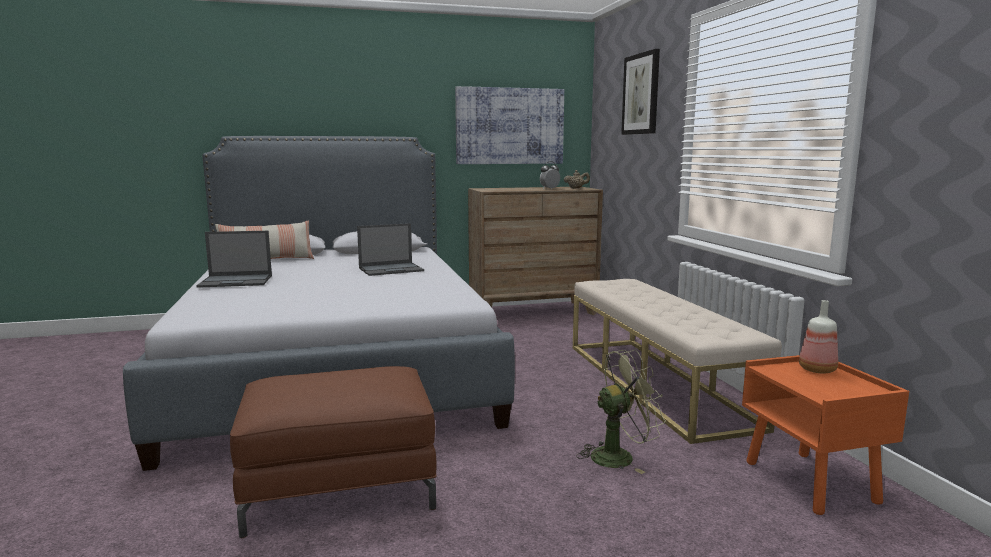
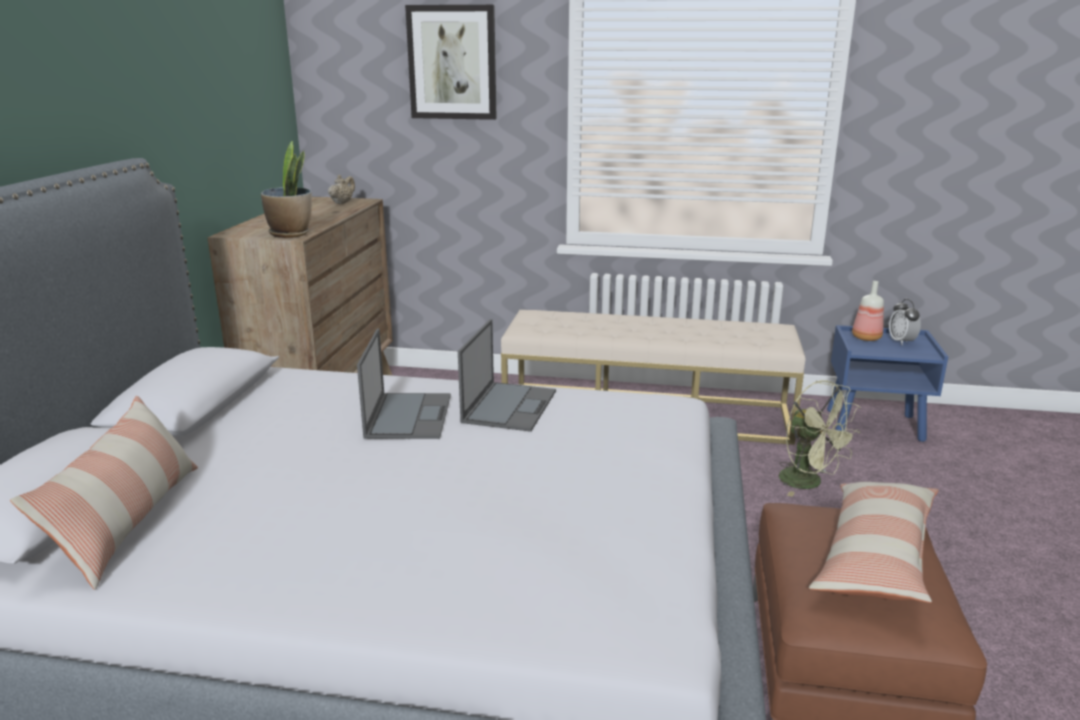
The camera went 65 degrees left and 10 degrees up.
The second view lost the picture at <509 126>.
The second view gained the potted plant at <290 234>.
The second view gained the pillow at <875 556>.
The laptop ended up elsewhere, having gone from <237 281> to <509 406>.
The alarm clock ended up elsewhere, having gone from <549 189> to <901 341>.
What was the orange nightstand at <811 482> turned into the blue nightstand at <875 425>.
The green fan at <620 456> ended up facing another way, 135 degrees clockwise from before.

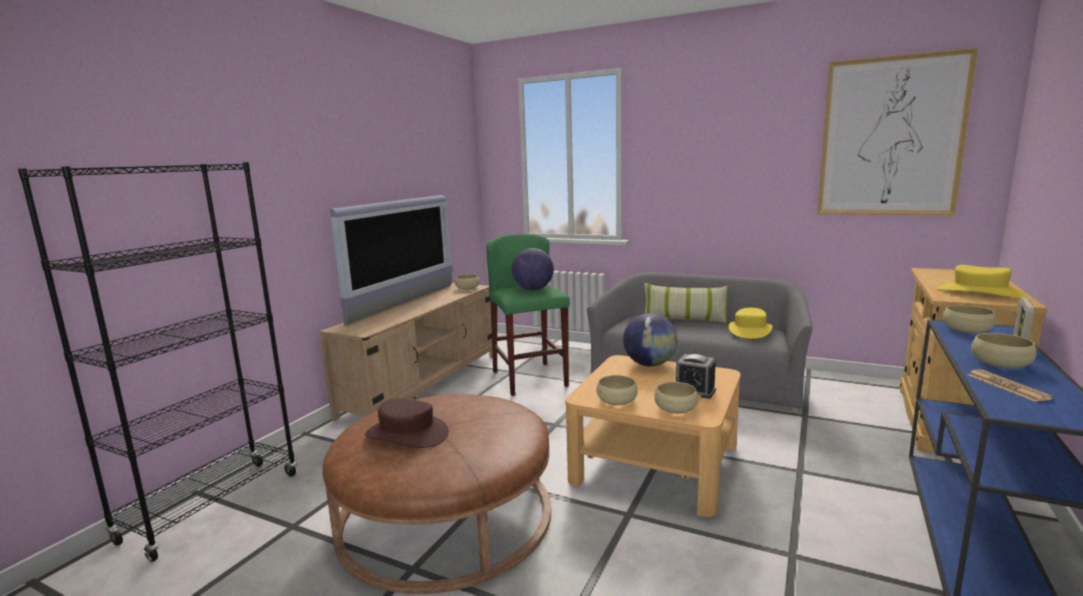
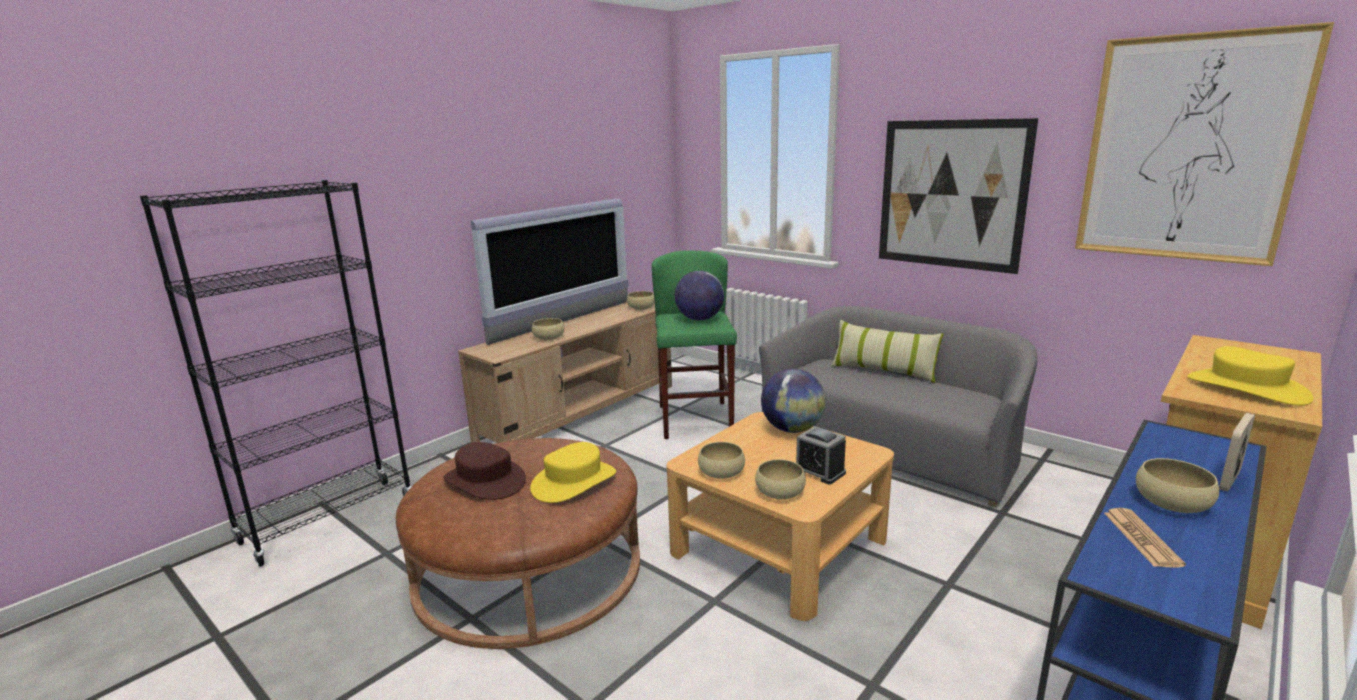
The camera went 15 degrees right and 5 degrees up.
The second view gained the picture at <951 195>.
The yellow hat ended up elsewhere, having gone from <750 330> to <574 481>.
The beige bowl ended up elsewhere, having gone from <967 330> to <548 337>.

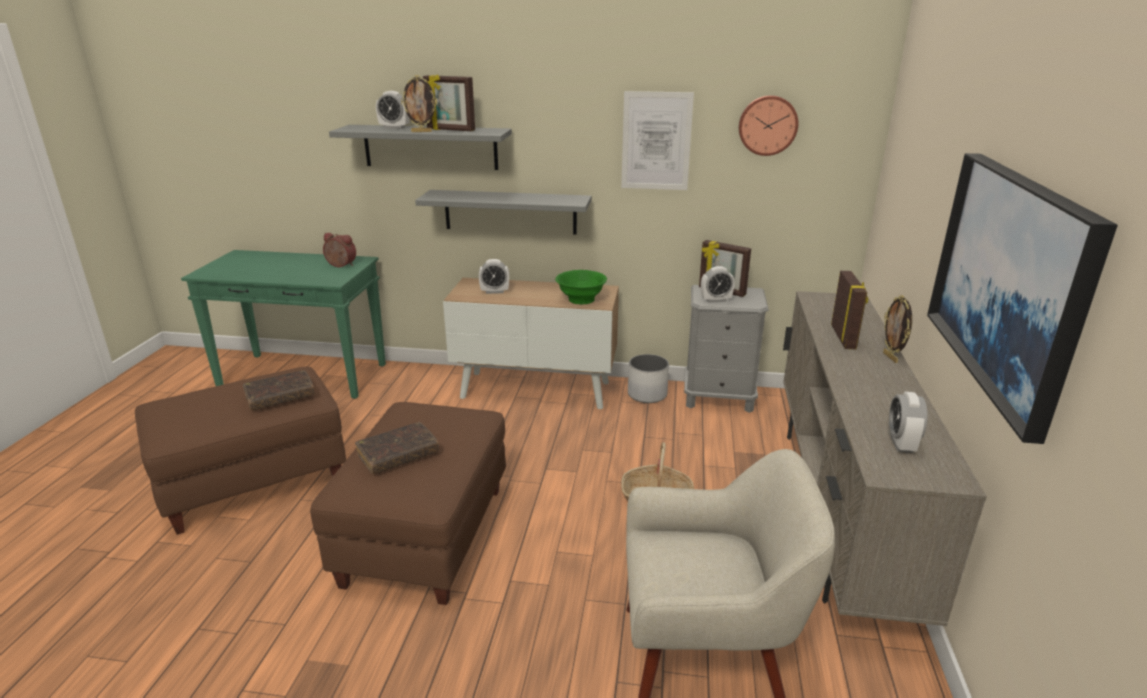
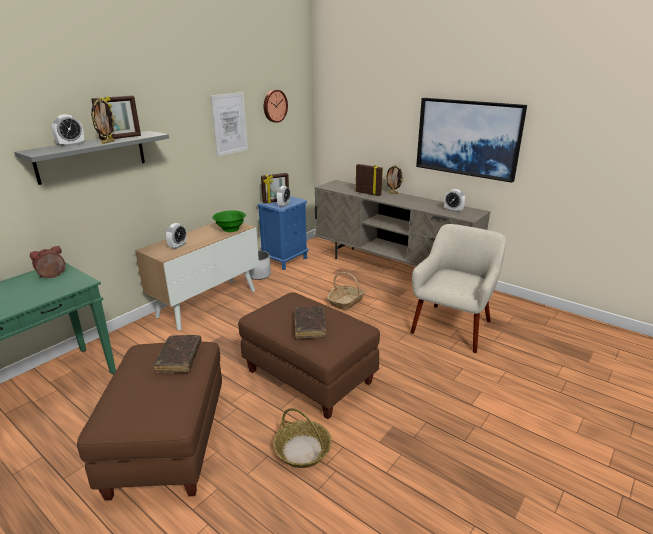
The camera went 60 degrees left and 0 degrees up.
The second view lost the grey shelf at <510 212>.
The second view gained the basket at <302 450>.
What was the grey nightstand at <718 397> turned into the blue nightstand at <286 260>.

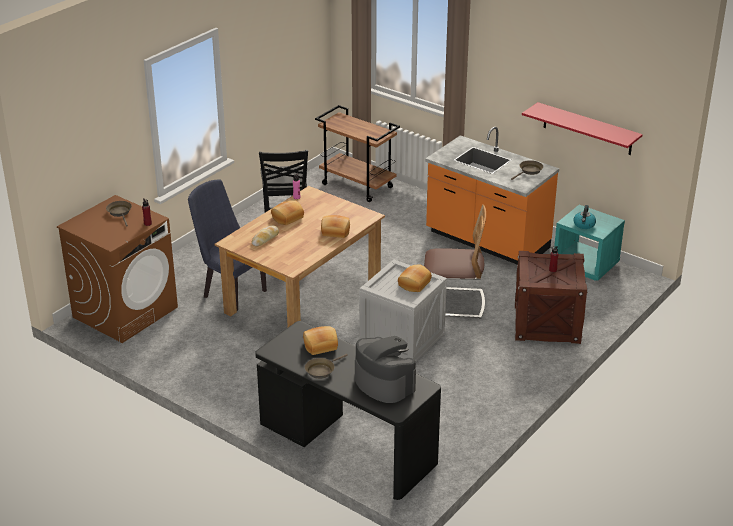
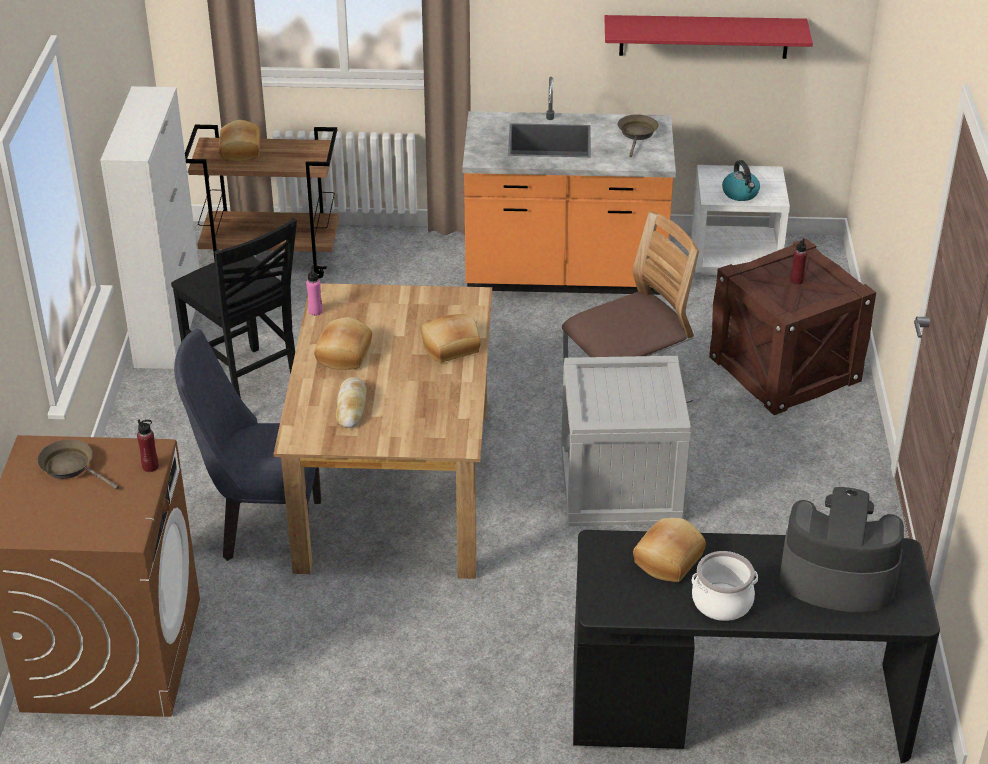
The camera went 35 degrees left and 5 degrees up.
The second view gained the white cabinet at <169 326>.
The bread ended up elsewhere, having gone from <413 283> to <239 150>.
Where the brown frying pan stood at <321 370>, the cooking pot came to stand at <722 602>.
What was the turquoise nightstand at <586 265> turned into the white nightstand at <735 257>.

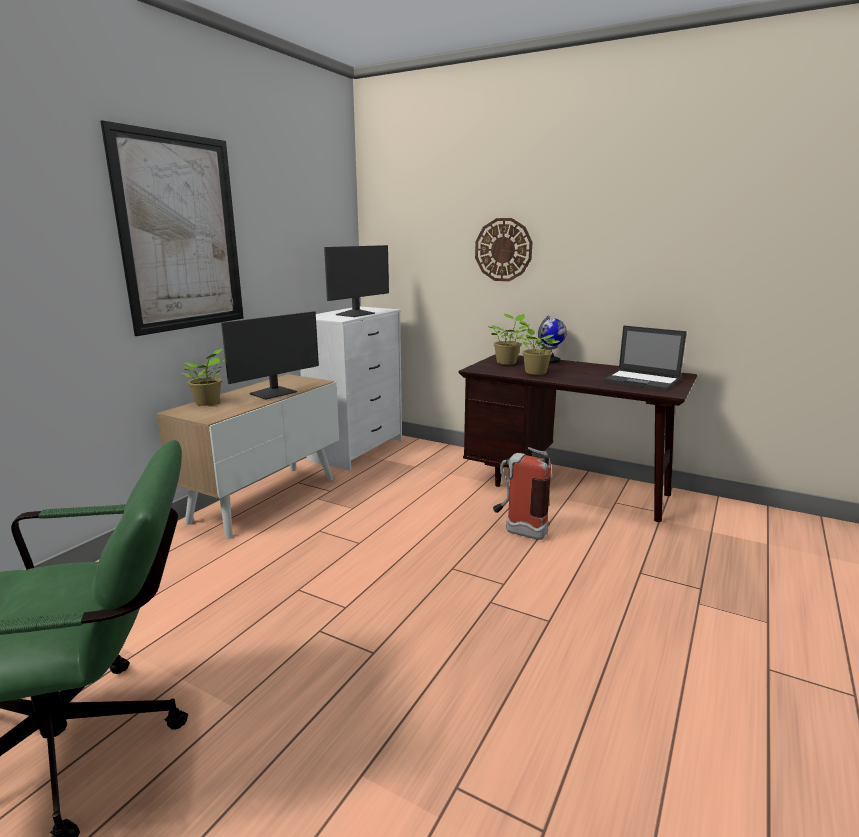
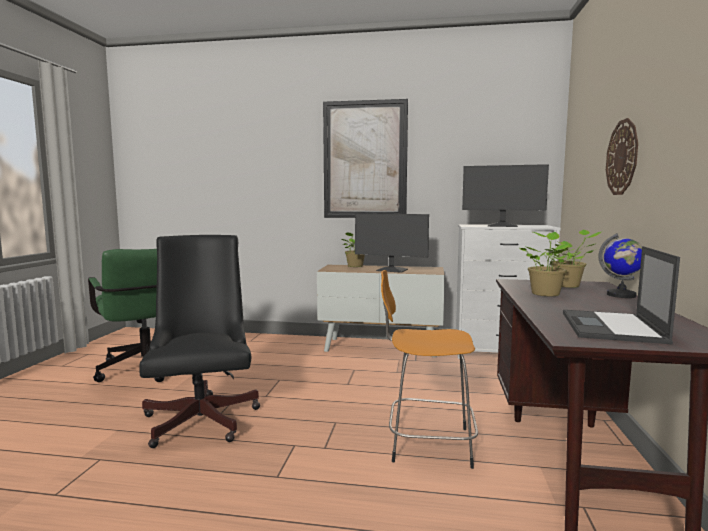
The camera went 70 degrees right and 10 degrees down.
The second view gained the black office chair at <203 416>.
Where the fire extinguisher stood at <518 531>, the orange stool came to stand at <427 444>.

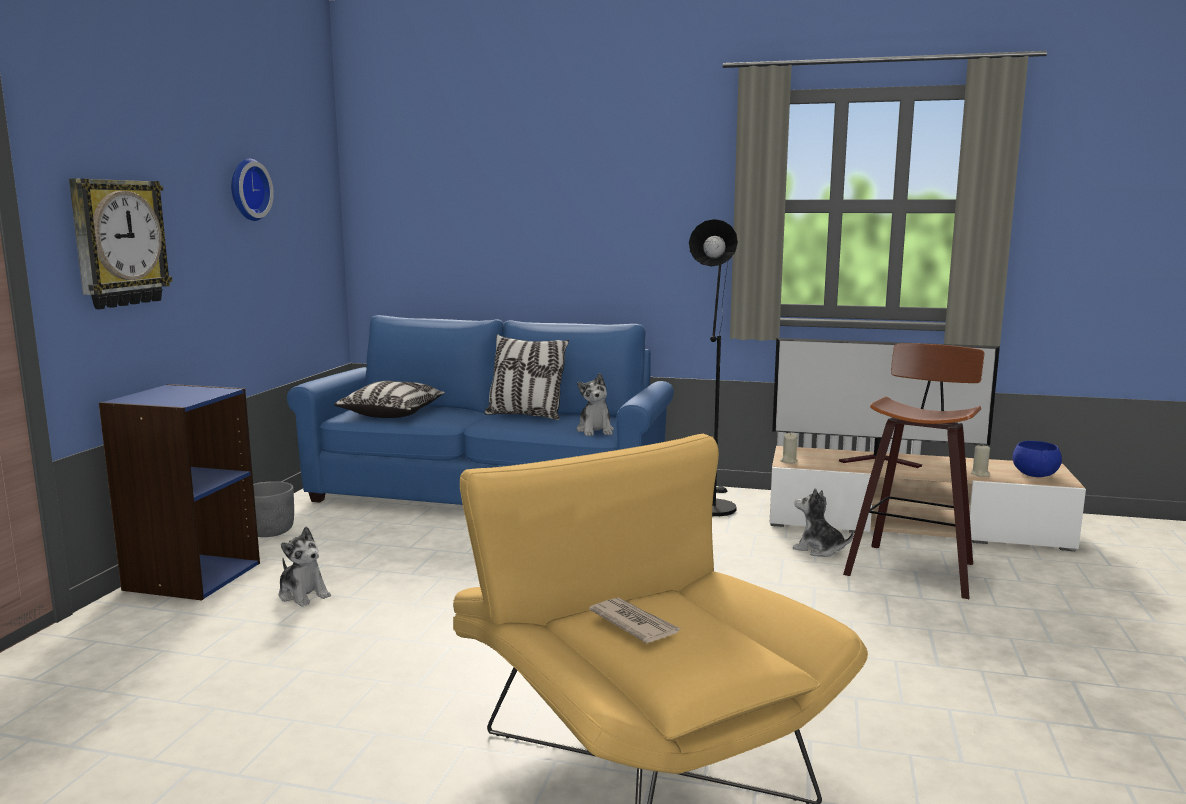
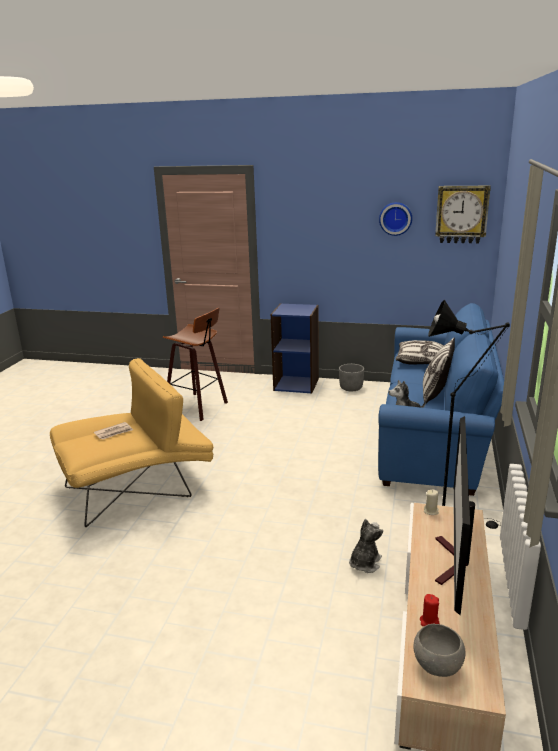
The camera went 90 degrees right and 10 degrees up.
The second view lost the plush toy at <303 594>.
The wall clock ended up elsewhere, having gone from <118 243> to <461 214>.
The stool ended up elsewhere, having gone from <913 568> to <198 407>.
What was the beige candle at <980 474> turned into the red candle at <429 622>.
What was the blue bowl at <1035 475> turned into the grey bowl at <437 666>.

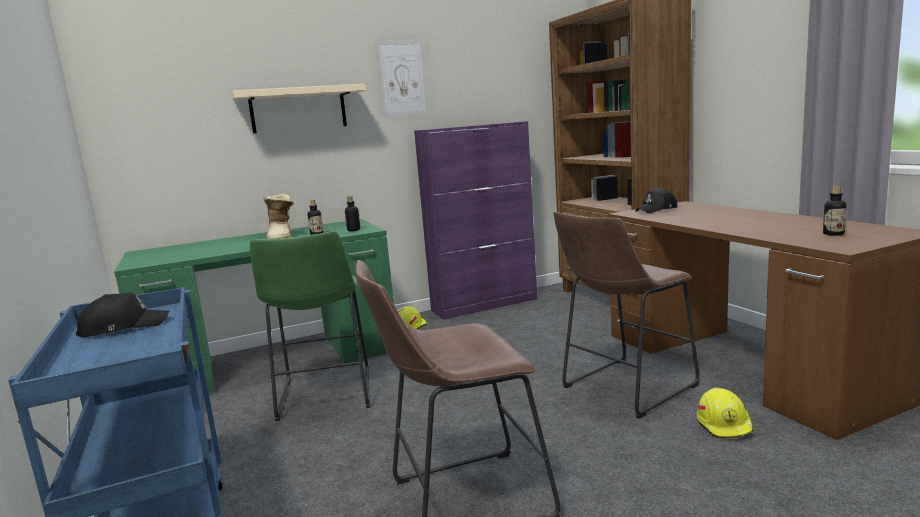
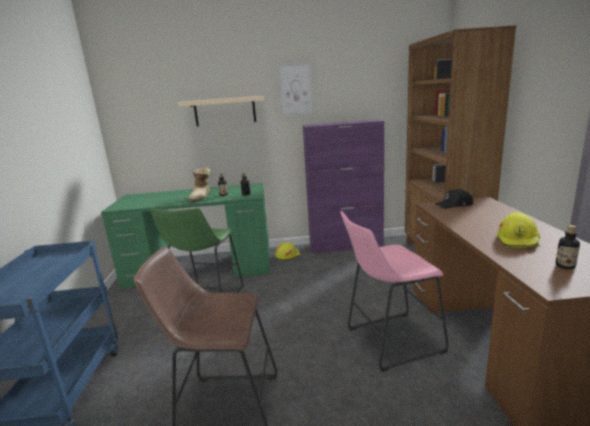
The camera went 20 degrees right and 5 degrees up.
The second view lost the black cap at <123 327>.
The yellow hard hat ended up elsewhere, having gone from <725 425> to <518 240>.
What was the brown stool at <624 388> turned into the pink stool at <389 341>.

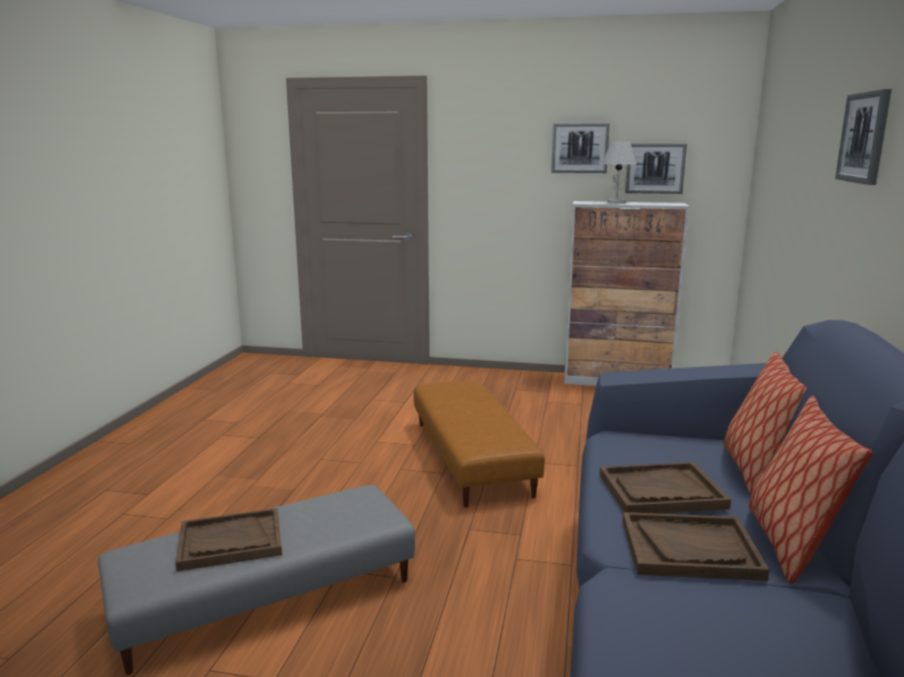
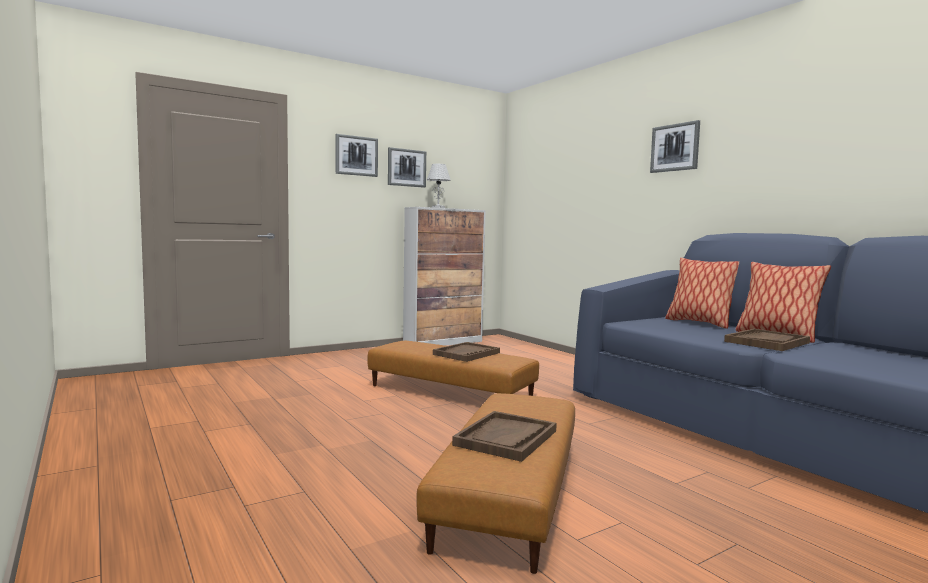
The camera went 45 degrees left and 10 degrees down.
The brown tray ended up elsewhere, having gone from <661 491> to <466 354>.
The picture ended up elsewhere, having gone from <655 168> to <356 156>.
What was the grey ottoman at <266 595> turned into the brown ottoman at <508 493>.

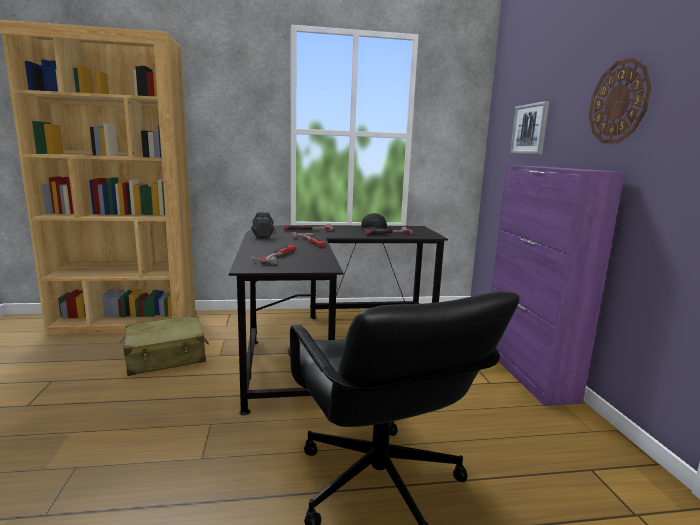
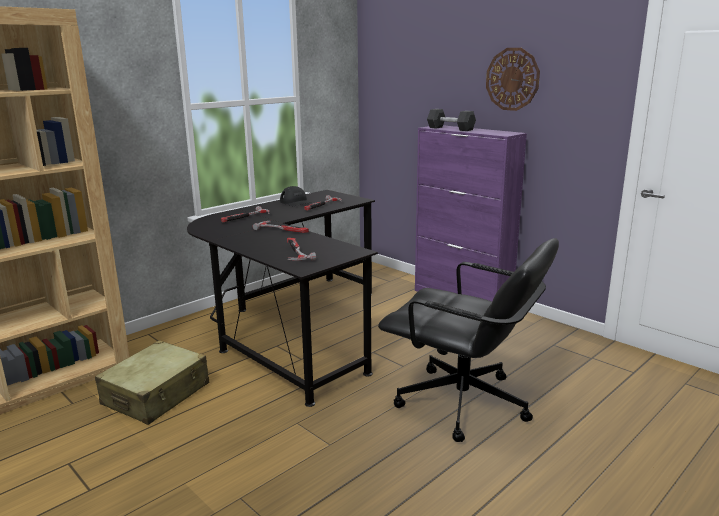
The camera went 35 degrees left and 5 degrees up.
The second view lost the picture at <530 129>.
The grey dumbbell ended up elsewhere, having gone from <263 234> to <450 129>.

